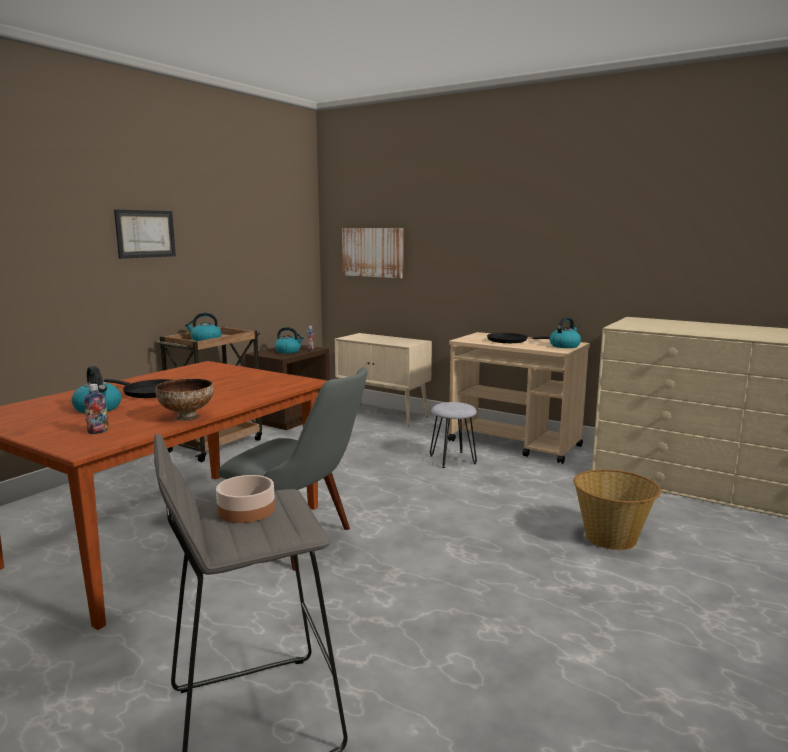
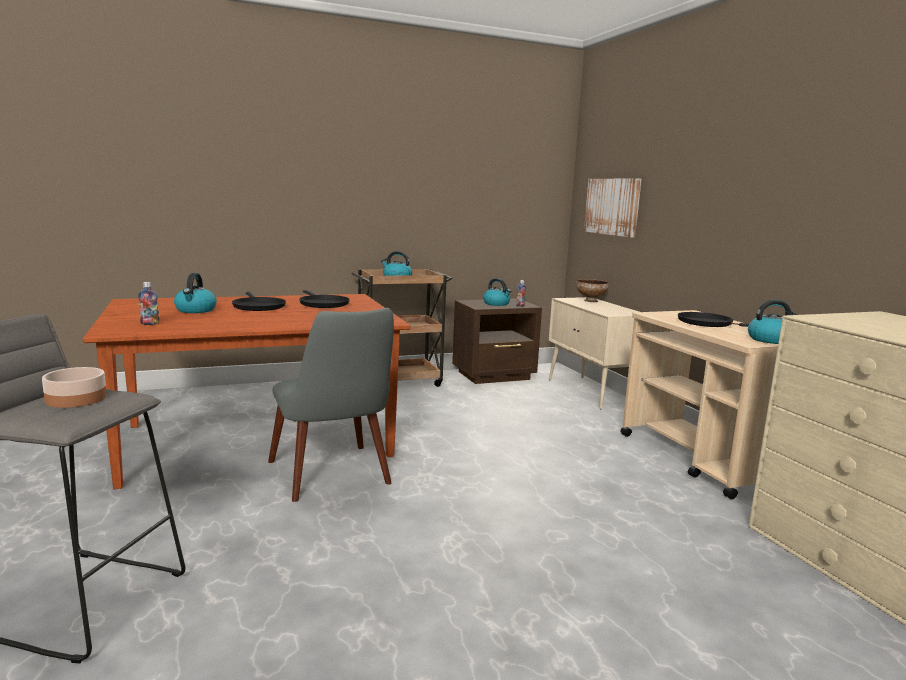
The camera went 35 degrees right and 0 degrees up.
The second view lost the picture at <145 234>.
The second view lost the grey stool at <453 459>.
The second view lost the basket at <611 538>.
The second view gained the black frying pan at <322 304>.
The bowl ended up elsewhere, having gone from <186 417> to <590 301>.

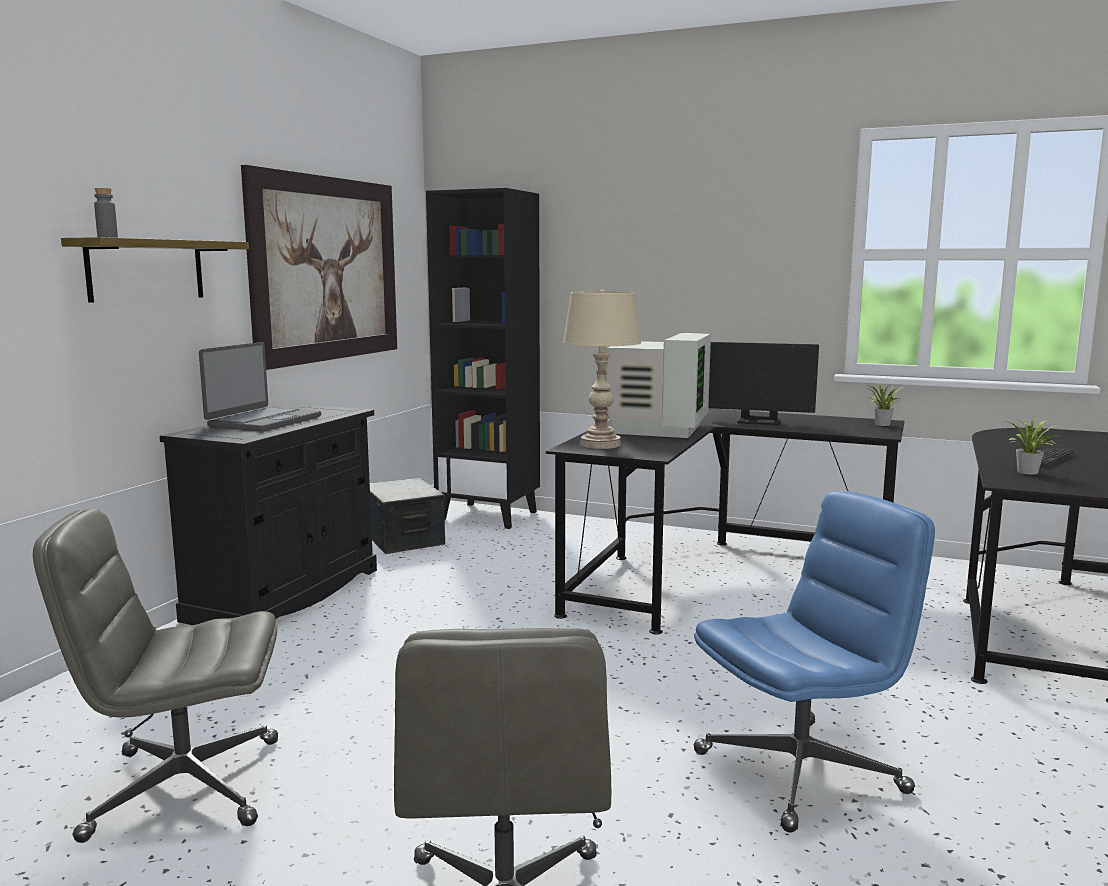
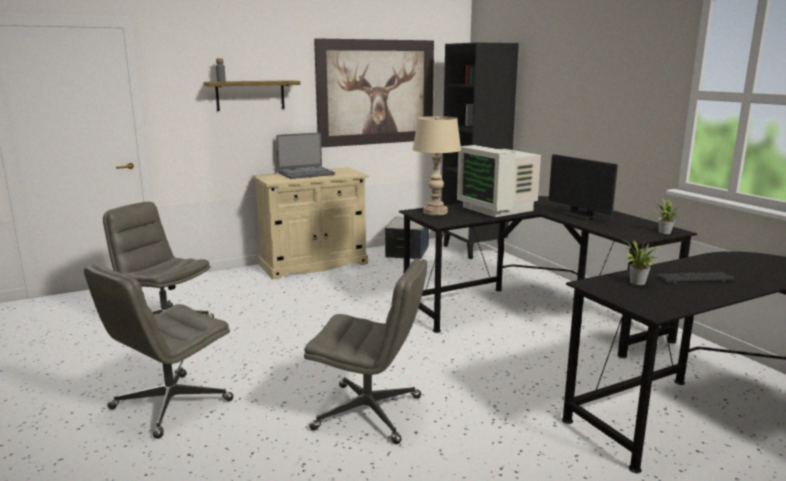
The camera went 40 degrees right and 5 degrees up.
What was the black cabinet at <285 594> turned into the beige cabinet at <313 264>.
What was the blue office chair at <801 771> turned into the grey office chair at <369 413>.
The monitor at <656 429> ended up facing another way, 90 degrees clockwise from before.

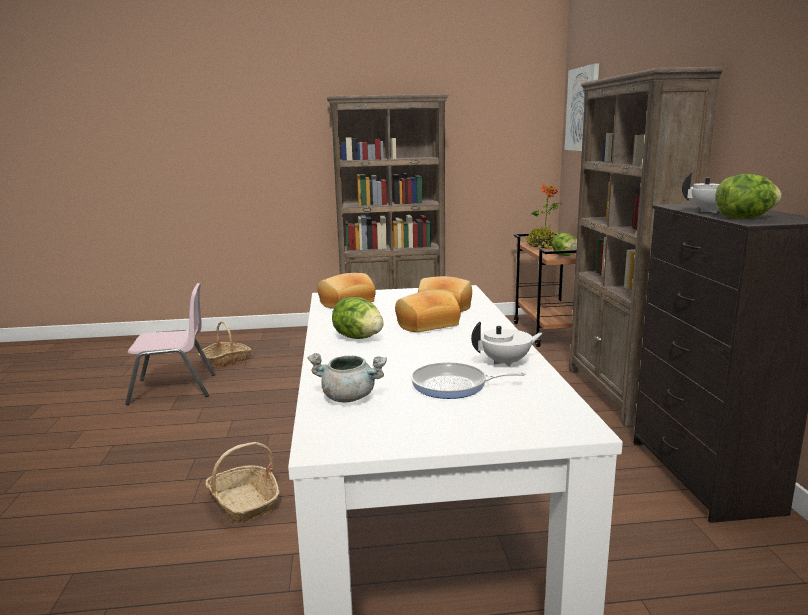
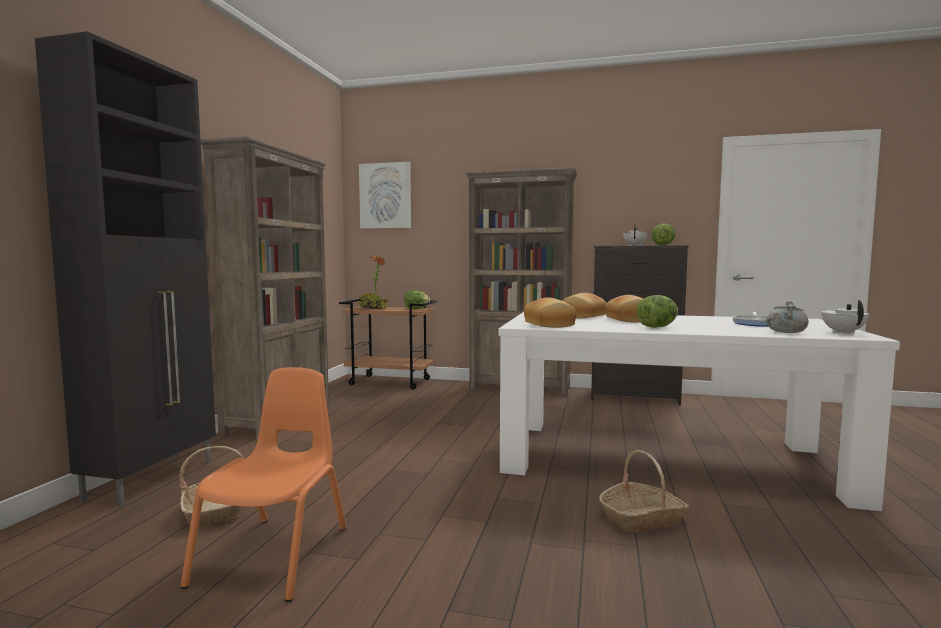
The camera went 70 degrees left and 10 degrees down.
The second view gained the black cabinet at <153 478>.
The white teapot ended up elsewhere, having gone from <506 362> to <843 332>.
What was the pink chair at <173 389> turned into the orange chair at <274 555>.

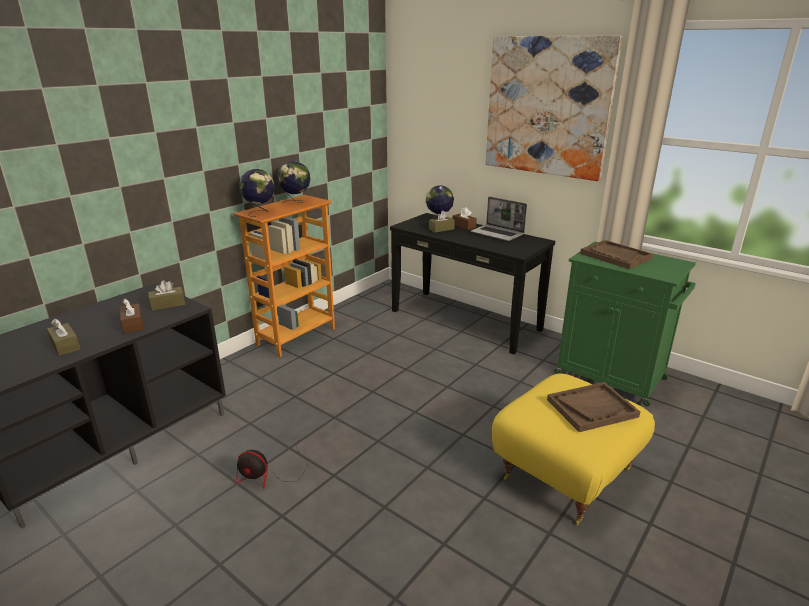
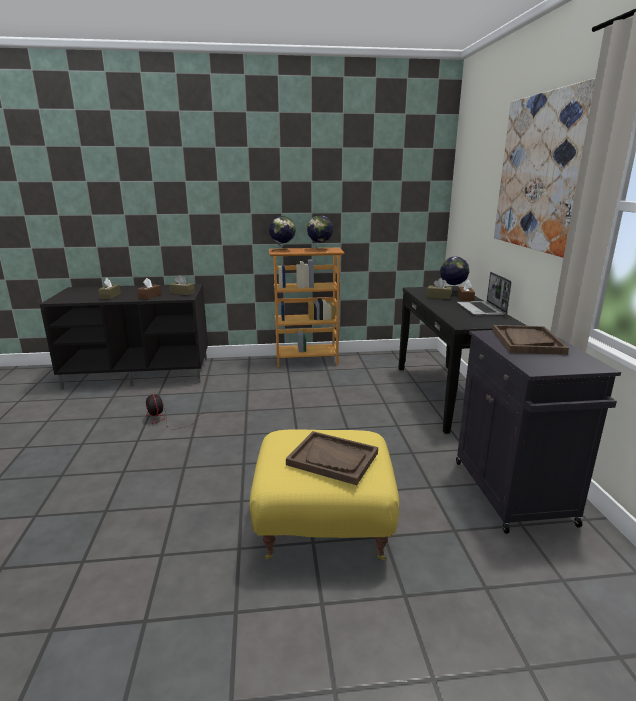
The camera went 45 degrees right and 5 degrees down.
What was the green cabinet at <612 377> turned into the black cabinet at <513 494>.

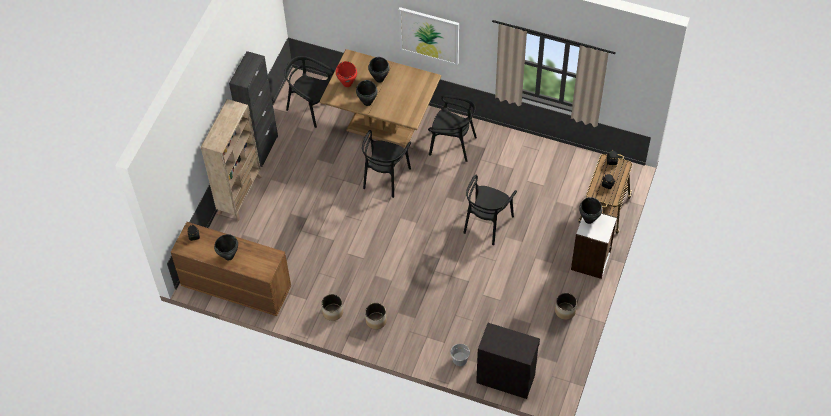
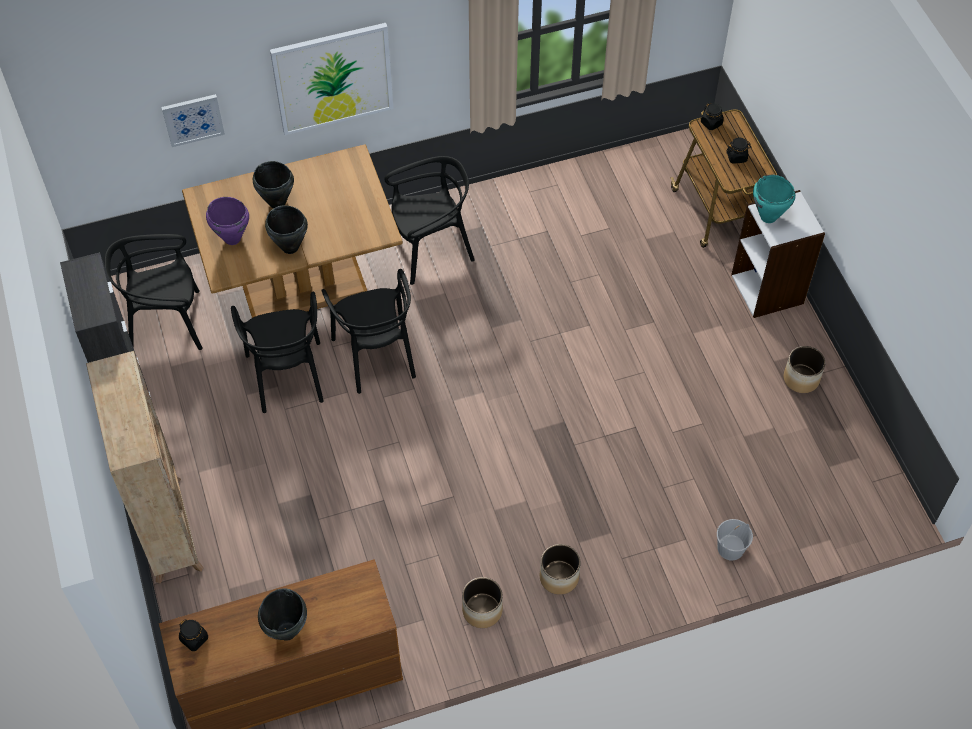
The camera went 40 degrees left and 0 degrees up.
The second view lost the black cabinet at <505 377>.
The second view gained the picture at <193 119>.
The black chair ended up elsewhere, having gone from <487 223> to <287 376>.
What was the red cooking pot at <347 83> turned into the purple cooking pot at <232 238>.
What was the black cooking pot at <588 220> turned into the turquoise cooking pot at <768 217>.

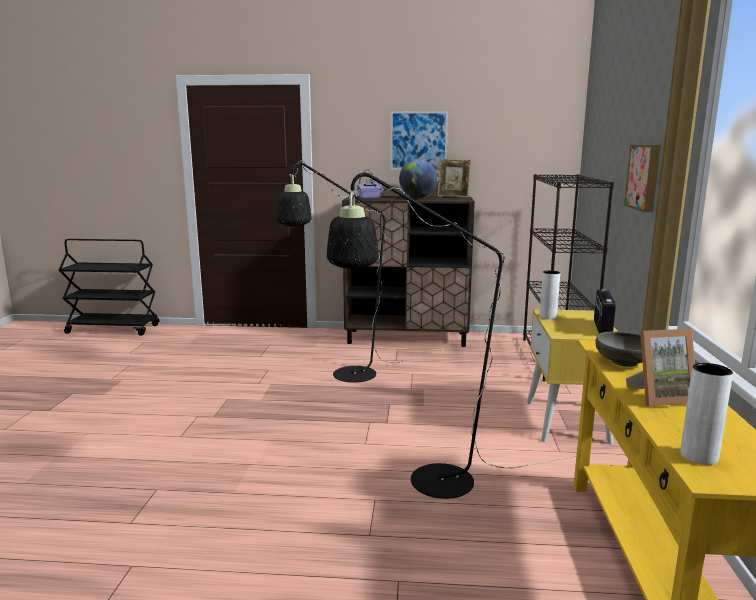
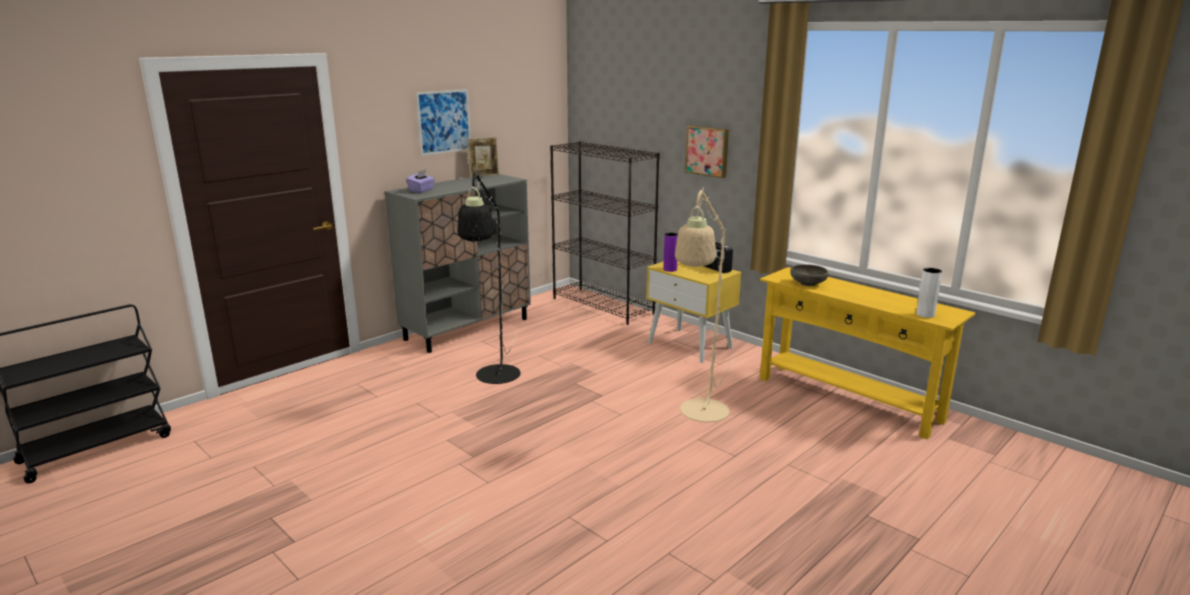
The camera went 50 degrees left and 5 degrees up.
The second view lost the globe at <417 198>.
The second view lost the picture frame at <660 397>.
What was the black floor lamp at <426 483> turned into the beige floor lamp at <701 416>.
What was the brown cabinet at <407 338> turned into the grey cabinet at <467 329>.
What was the white vase at <548 317> turned into the purple vase at <670 269>.

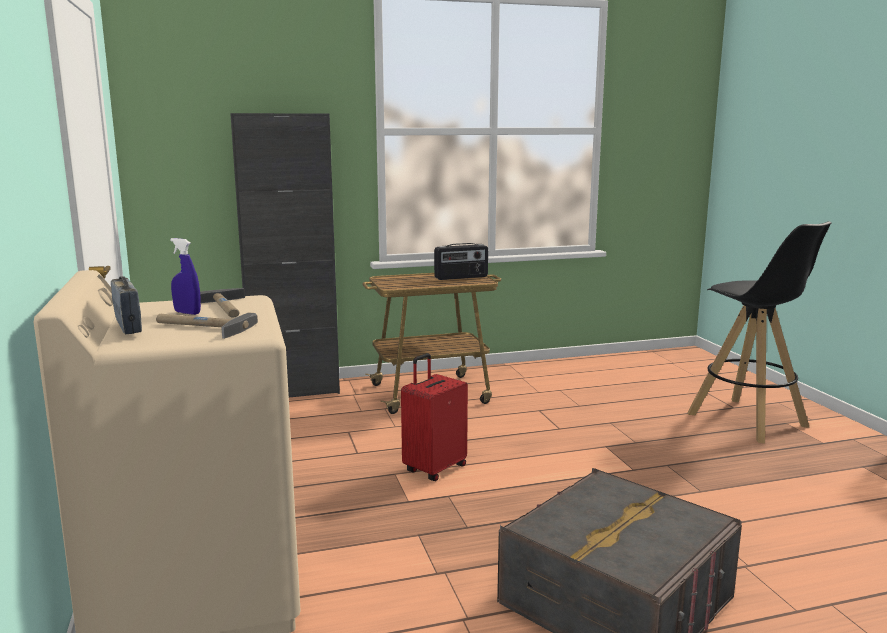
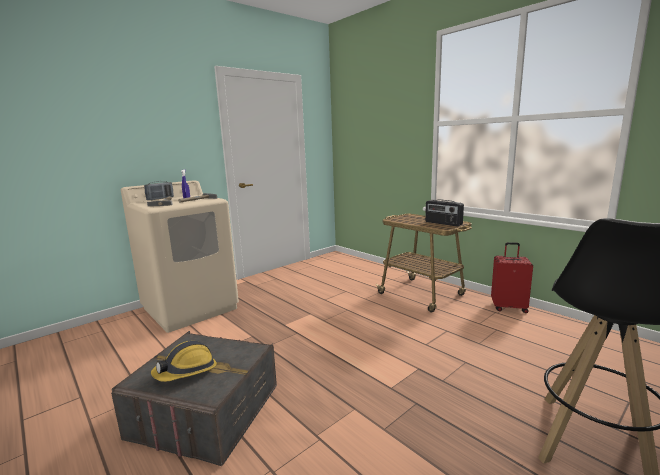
The camera went 65 degrees right and 0 degrees up.
The second view lost the black cabinet at <294 391>.
The second view gained the hard hat at <186 371>.
The red suitcase ended up elsewhere, having gone from <434 469> to <508 307>.

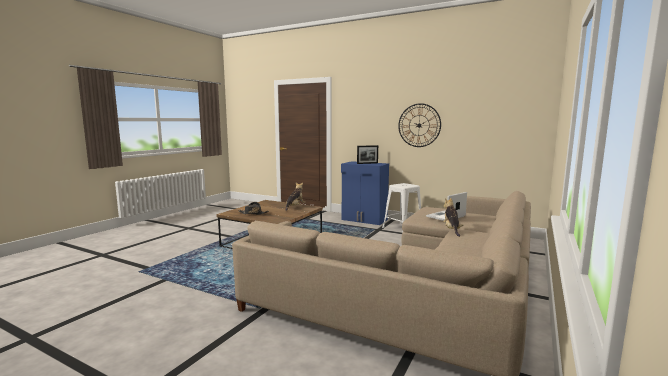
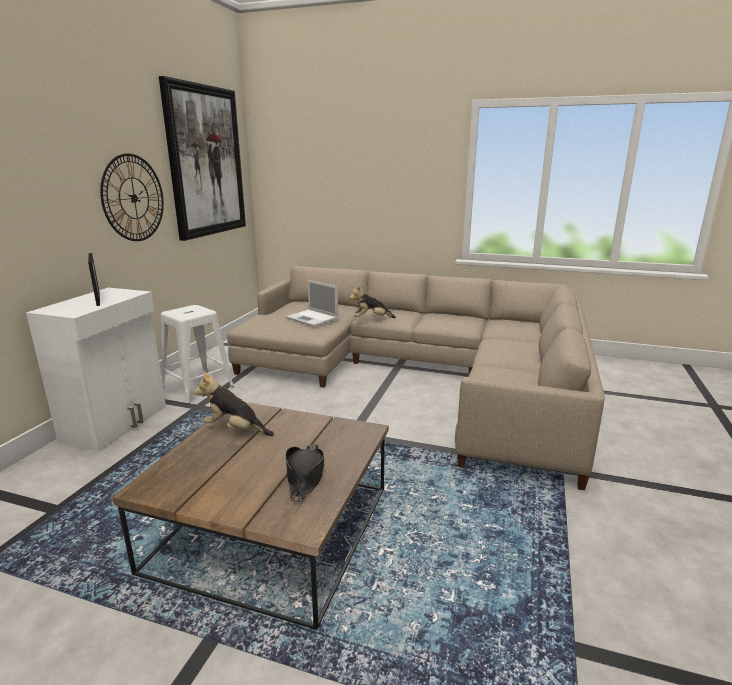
The camera went 100 degrees left and 10 degrees up.
The second view gained the picture at <206 162>.
What was the blue cabinet at <364 220> turned into the white cabinet at <117 423>.

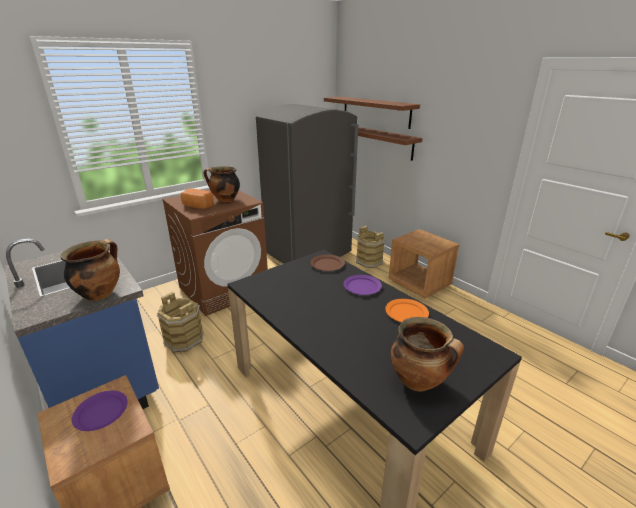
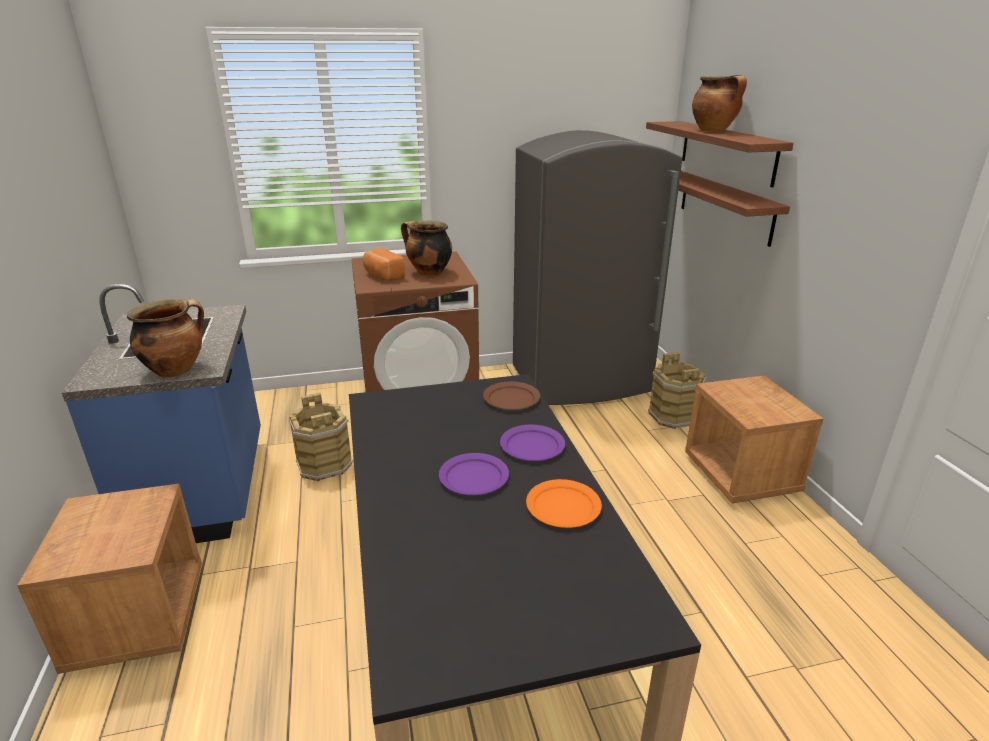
The camera went 25 degrees right and 0 degrees up.
The purple plate ended up elsewhere, having gone from <101 411> to <473 476>.
The cooking pot ended up elsewhere, having gone from <419 381> to <714 131>.

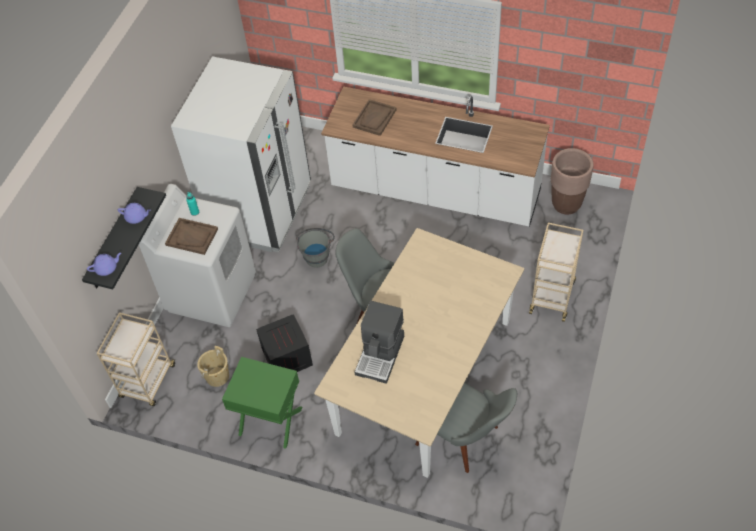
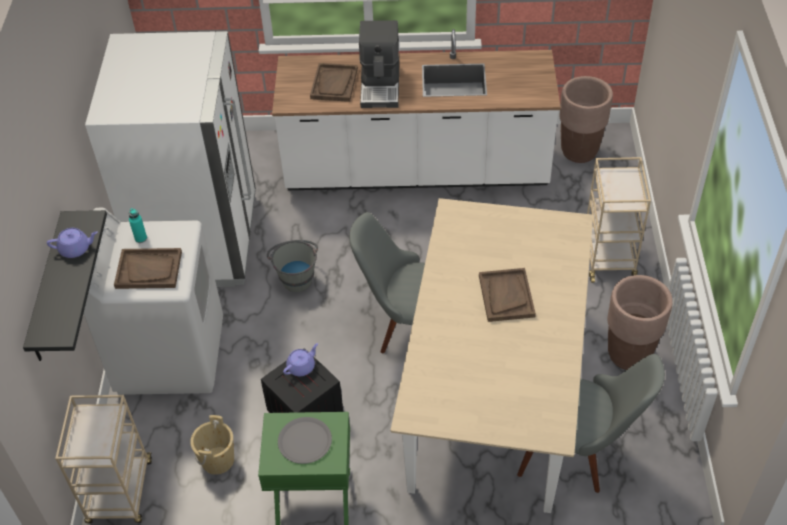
The camera went 20 degrees left and 5 degrees down.
The second view gained the grey plate at <305 441>.
The second view gained the brown tray at <506 296>.
The second view gained the brown planter at <629 355>.
The purple teapot ended up elsewhere, having gone from <107 268> to <301 367>.
The coffee machine ended up elsewhere, having gone from <381 355> to <381 86>.

